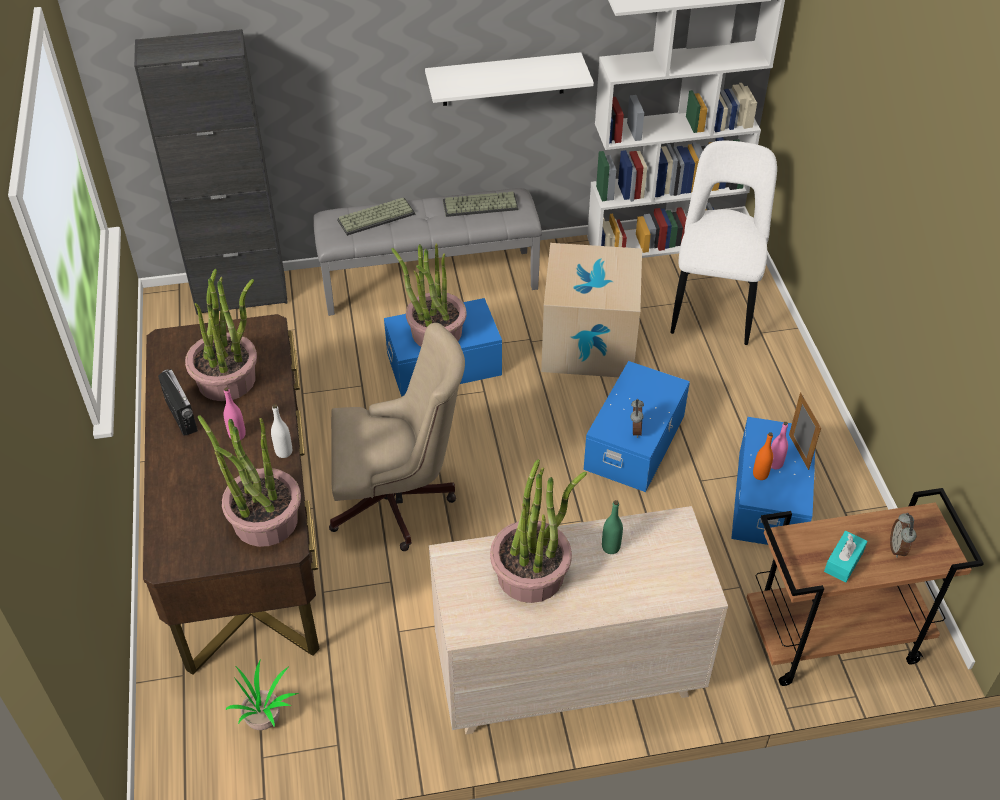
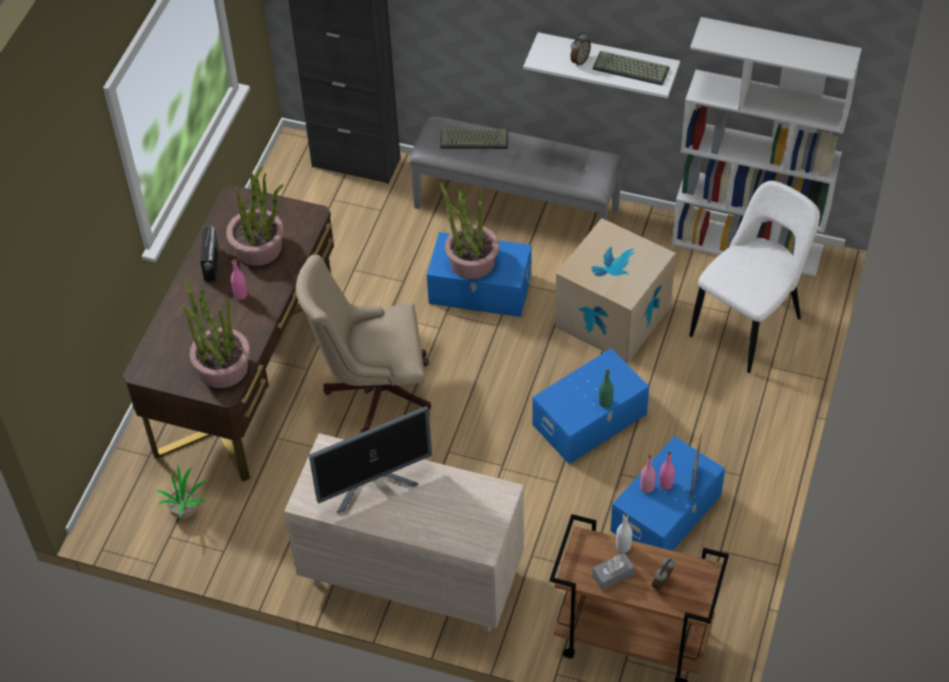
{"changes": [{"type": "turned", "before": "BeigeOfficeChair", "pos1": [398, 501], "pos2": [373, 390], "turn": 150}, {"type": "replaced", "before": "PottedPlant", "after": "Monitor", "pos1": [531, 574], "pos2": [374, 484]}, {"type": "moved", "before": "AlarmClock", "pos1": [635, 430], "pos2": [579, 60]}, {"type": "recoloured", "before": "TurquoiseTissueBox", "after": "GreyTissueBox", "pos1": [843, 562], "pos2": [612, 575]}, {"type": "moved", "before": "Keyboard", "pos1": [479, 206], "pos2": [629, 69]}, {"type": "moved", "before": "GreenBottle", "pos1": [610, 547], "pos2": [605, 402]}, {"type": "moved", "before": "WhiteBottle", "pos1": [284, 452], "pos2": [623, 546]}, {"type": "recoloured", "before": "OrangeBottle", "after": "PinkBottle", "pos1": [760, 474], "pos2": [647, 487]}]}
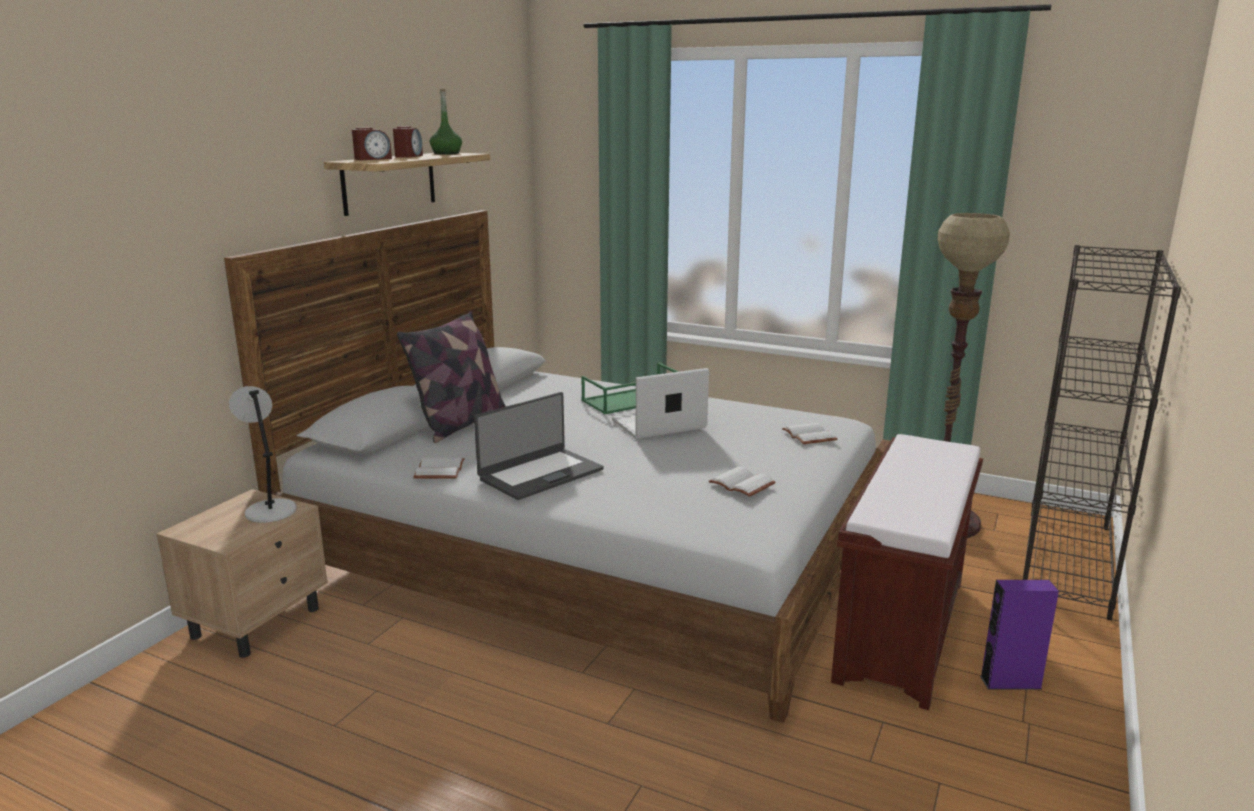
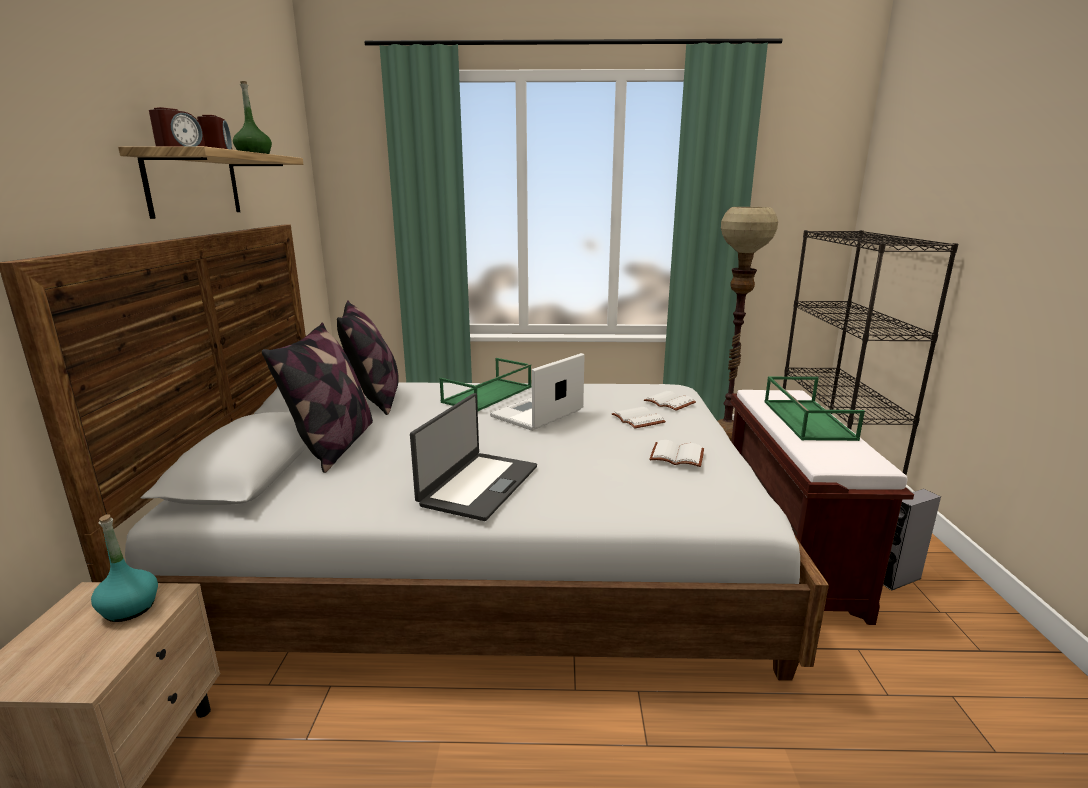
{"changes": [{"type": "replaced", "before": "GreyTableLamp", "after": "TurquoiseBottle", "pos1": [269, 511], "pos2": [130, 608]}, {"type": "added", "after": "Pillow", "pos2": [375, 399]}, {"type": "moved", "before": "WhiteBook", "pos1": [438, 469], "pos2": [636, 419]}, {"type": "added", "after": "GreenTray", "pos2": [806, 419]}, {"type": "recoloured", "before": "PurpleSpeaker", "after": "GreySpeaker", "pos1": [1010, 682], "pos2": [898, 579]}]}
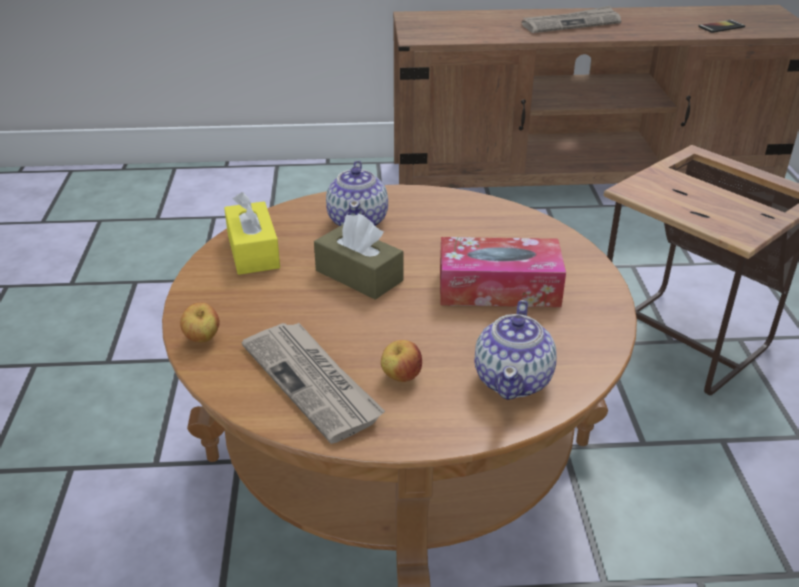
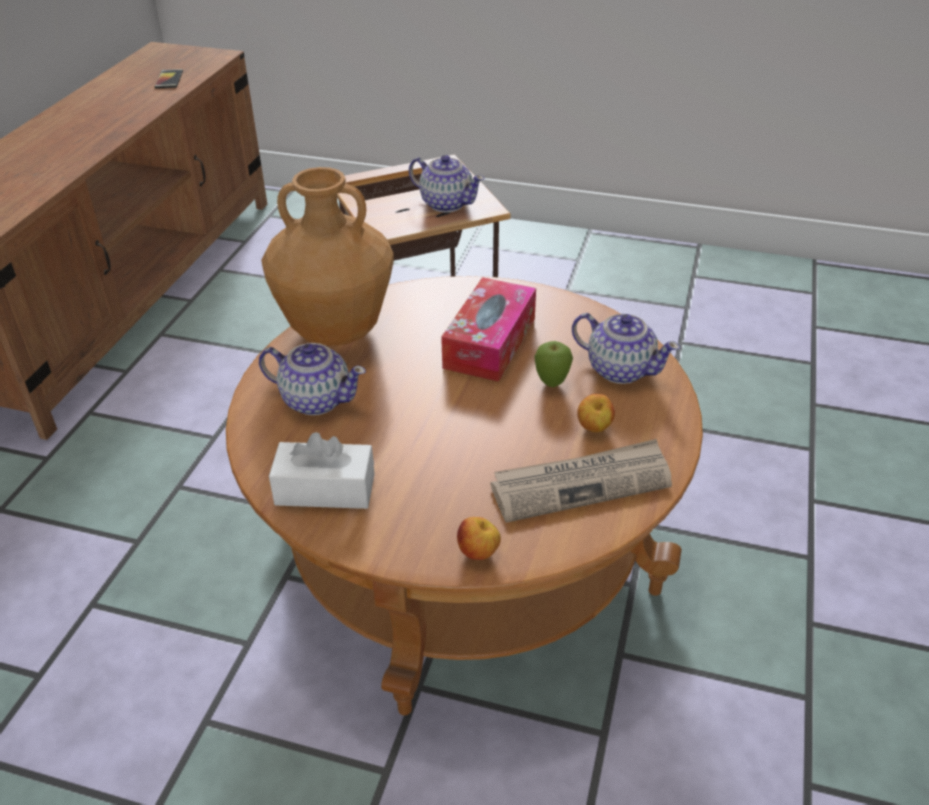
{"changes": [{"type": "added", "after": "BrownVase", "pos2": [335, 332]}, {"type": "recoloured", "before": "YellowTissueBox", "after": "WhiteTissueBox", "pos1": [253, 251], "pos2": [325, 489]}, {"type": "added", "after": "Teapot", "pos2": [446, 203]}, {"type": "added", "after": "Apple", "pos2": [551, 384]}, {"type": "removed", "before": "BrownTissueBox", "pos1": [359, 276]}, {"type": "removed", "before": "Newspaper", "pos1": [571, 23]}]}
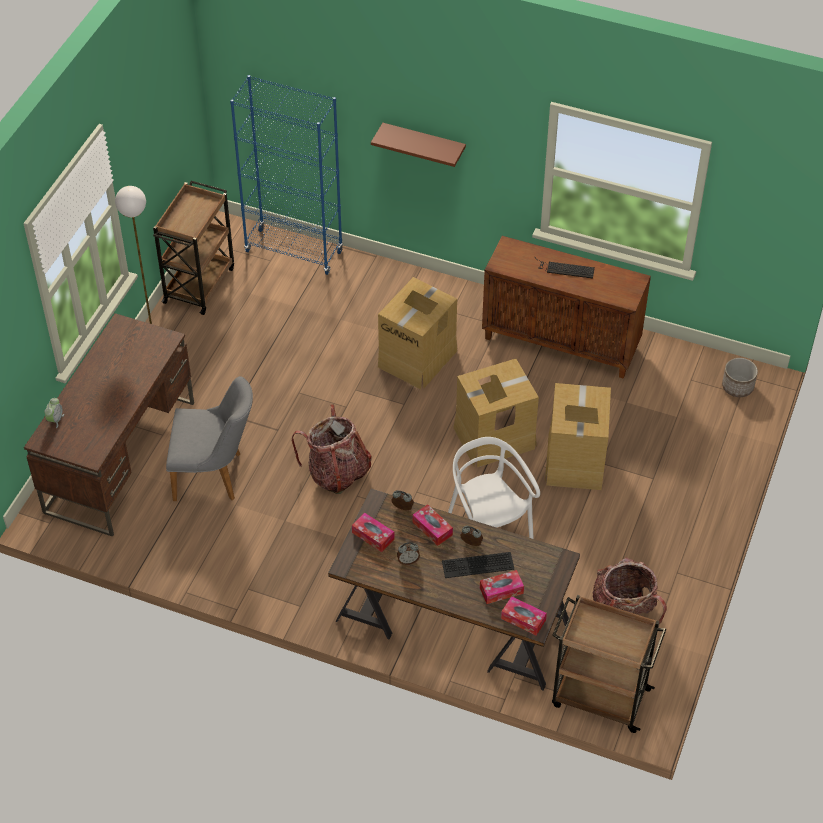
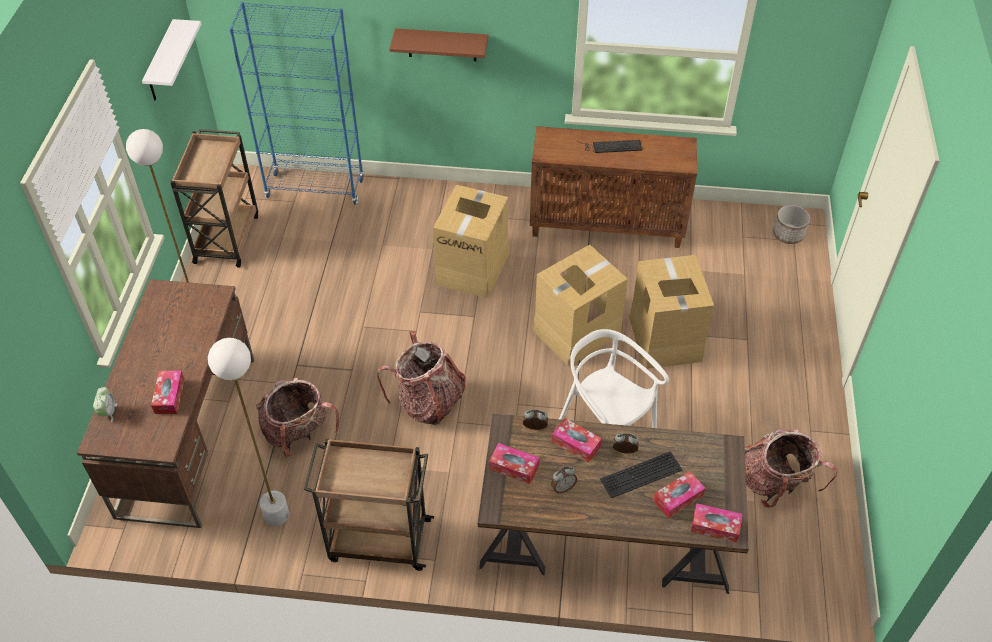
{"changes": [{"type": "added", "after": "WhiteShelf", "pos2": [161, 63]}, {"type": "added", "after": "TissueBox", "pos2": [169, 396]}, {"type": "added", "after": "WhiteFloorLamp", "pos2": [276, 515]}, {"type": "replaced", "before": "GreyChair", "after": "Backpack", "pos1": [215, 475], "pos2": [298, 433]}, {"type": "moved", "before": "BrownCart", "pos1": [599, 697], "pos2": [377, 540]}]}
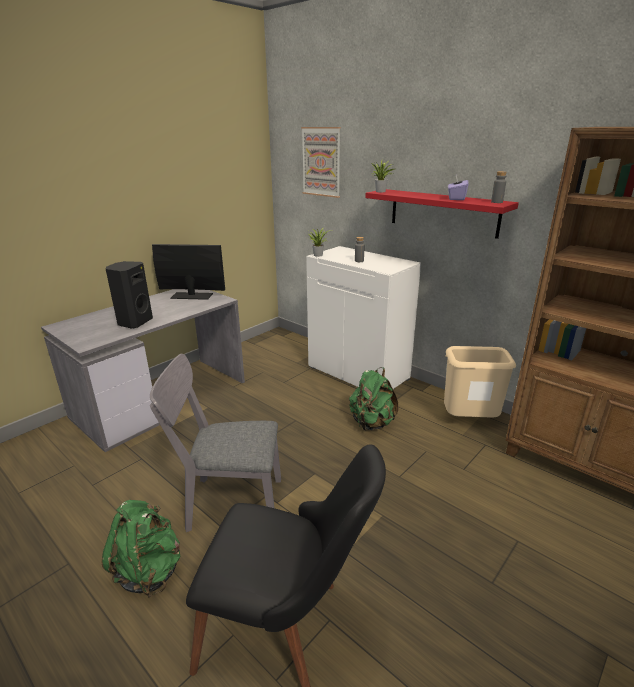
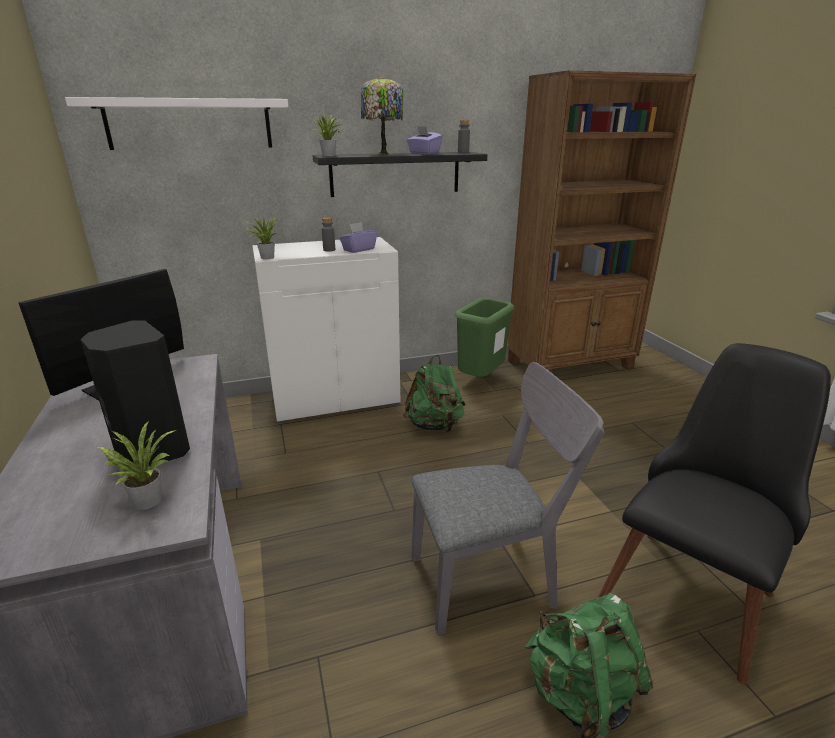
{"changes": [{"type": "replaced", "before": "Picture", "after": "WhiteShelf", "pos1": [321, 162], "pos2": [190, 124]}, {"type": "added", "after": "PottedPlant", "pos2": [147, 499]}, {"type": "recoloured", "before": "RedShelf", "after": "BlackShelf", "pos1": [443, 212], "pos2": [395, 174]}, {"type": "added", "after": "PurpleTissueBox", "pos2": [358, 249]}, {"type": "added", "after": "TableLamp", "pos2": [382, 154]}, {"type": "turned", "before": "GreyChair", "pos1": [227, 503], "pos2": [492, 577], "turn": -135}, {"type": "recoloured", "before": "BeigeTrashCan", "after": "GreenTrashCan", "pos1": [469, 421], "pos2": [480, 379]}]}
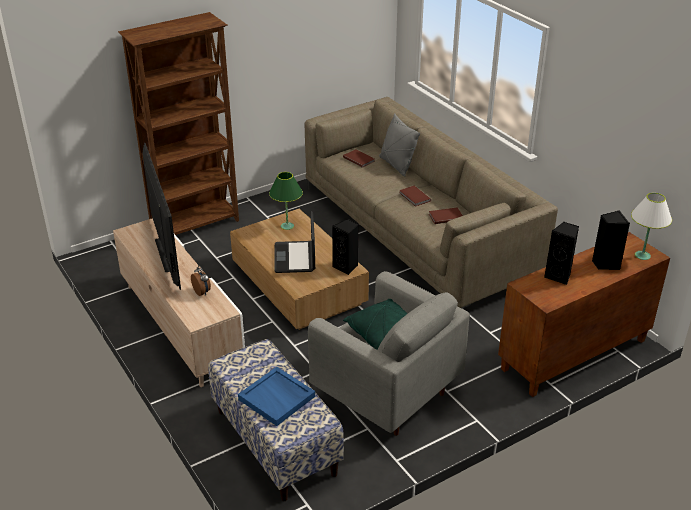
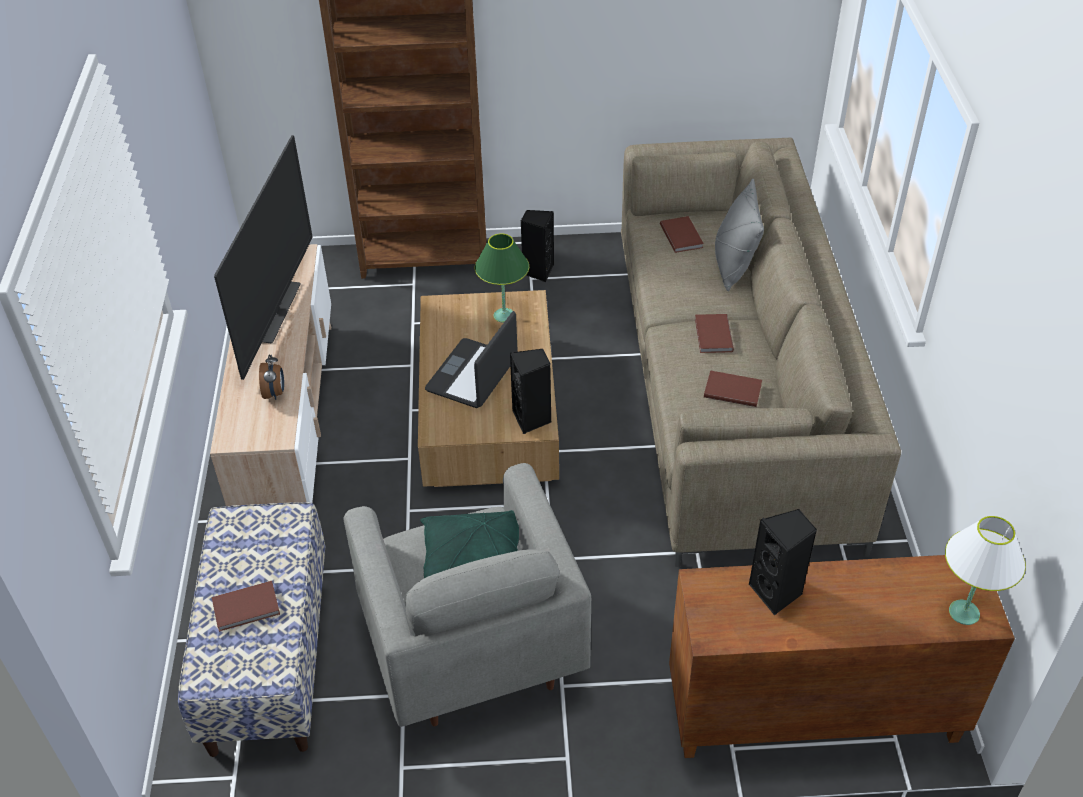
{"changes": [{"type": "replaced", "before": "BlueTray", "after": "BrownBook", "pos1": [277, 398], "pos2": [247, 608]}, {"type": "moved", "before": "BlackSpeaker", "pos1": [605, 264], "pos2": [538, 271]}]}
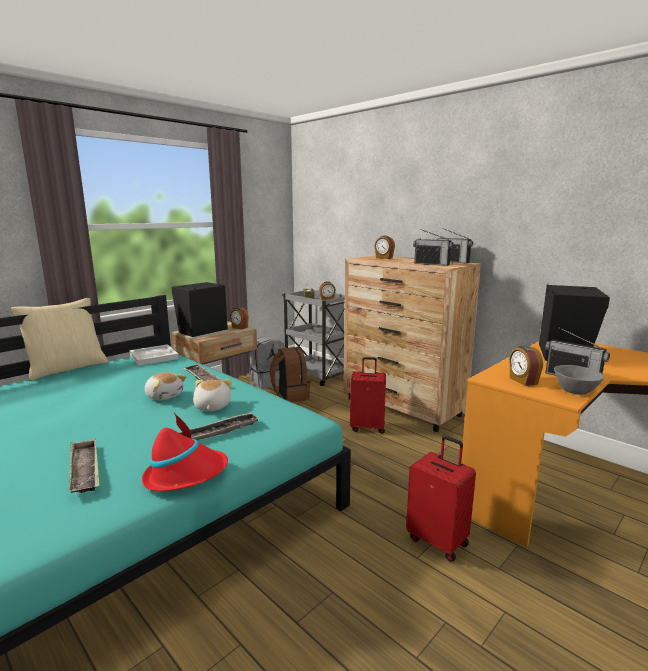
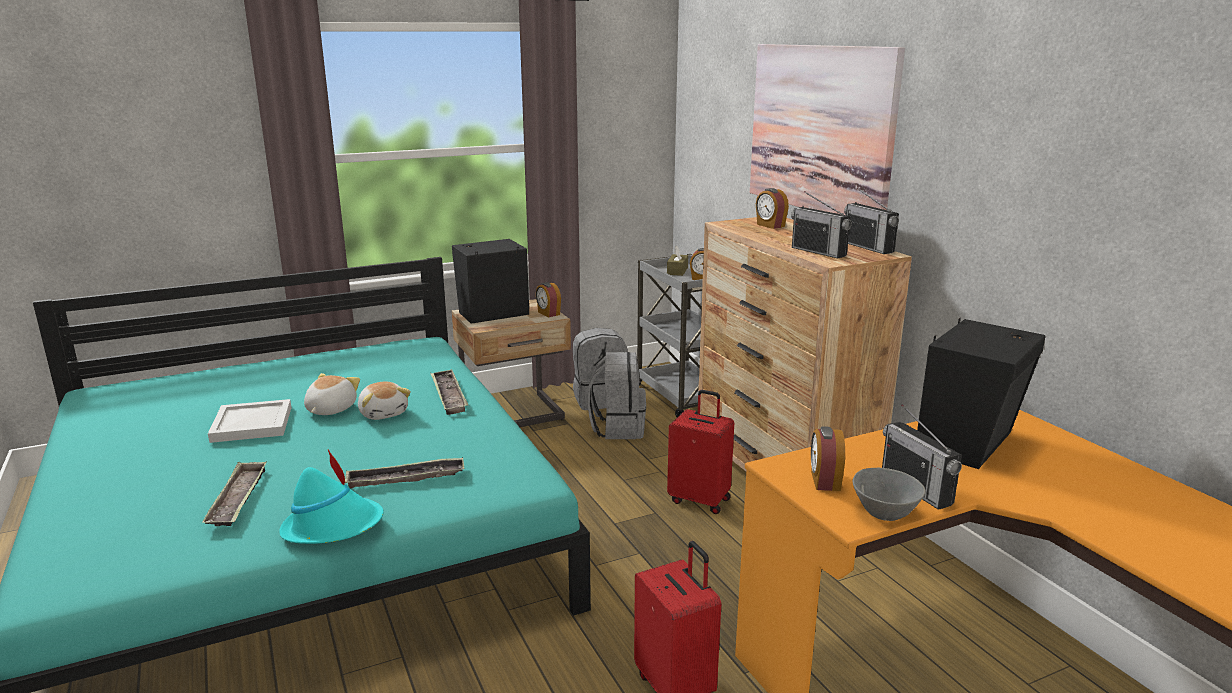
{"changes": [{"type": "moved", "before": "WhiteTray", "pos1": [153, 357], "pos2": [250, 425]}, {"type": "recoloured", "before": "RedHat", "after": "TurquoiseHat", "pos1": [186, 474], "pos2": [334, 527]}, {"type": "moved", "before": "PlushToy", "pos1": [211, 407], "pos2": [330, 409]}, {"type": "recoloured", "before": "BrownBackpack", "after": "GreyBackpack", "pos1": [290, 396], "pos2": [618, 428]}, {"type": "added", "after": "Picture", "pos2": [819, 130]}, {"type": "removed", "before": "BeigePillow", "pos1": [67, 368]}]}
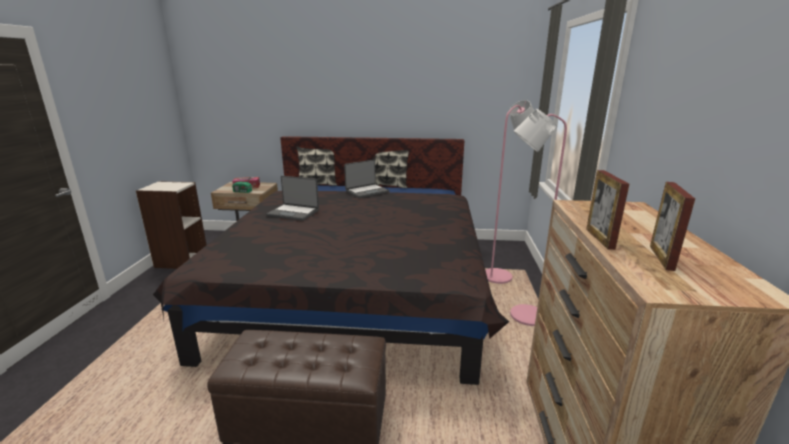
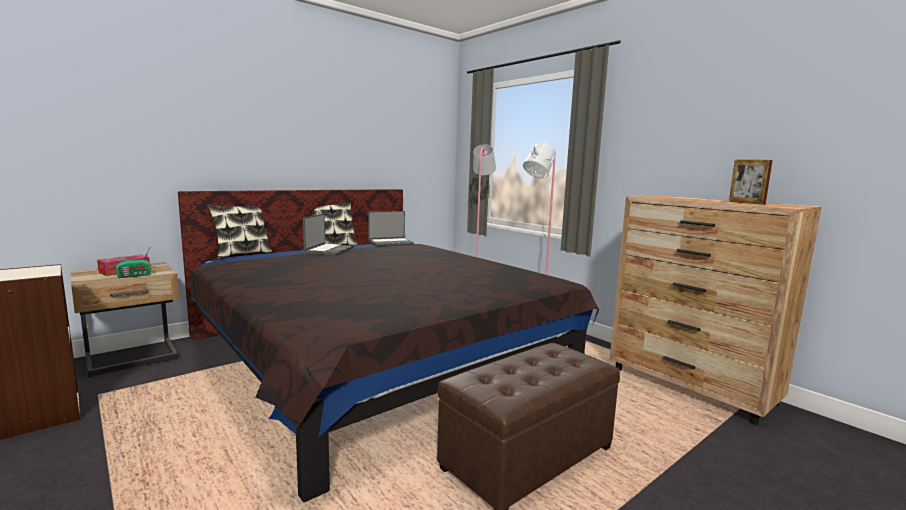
{"changes": [{"type": "moved", "before": "Laptop", "pos1": [293, 213], "pos2": [390, 243]}, {"type": "removed", "before": "PictureFrame", "pos1": [600, 238]}]}
